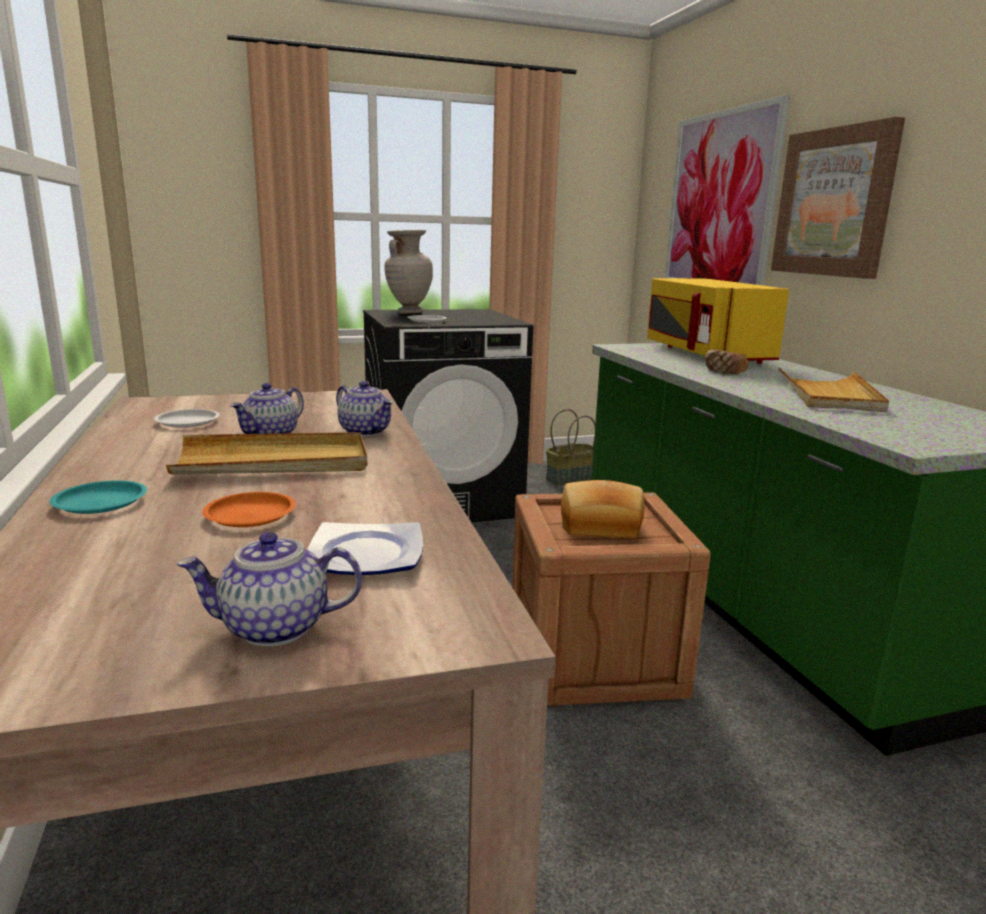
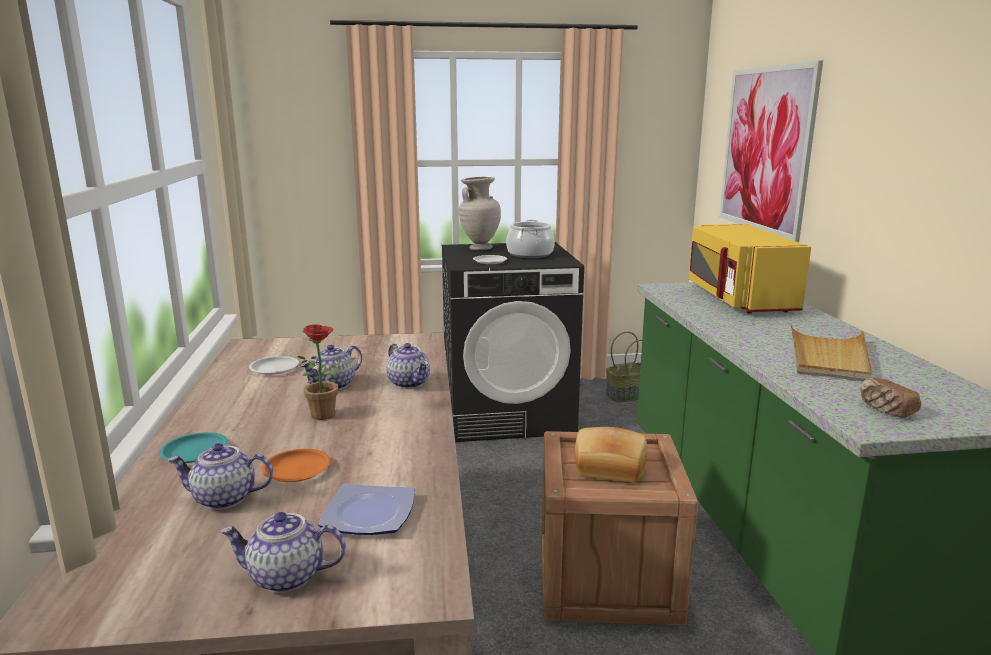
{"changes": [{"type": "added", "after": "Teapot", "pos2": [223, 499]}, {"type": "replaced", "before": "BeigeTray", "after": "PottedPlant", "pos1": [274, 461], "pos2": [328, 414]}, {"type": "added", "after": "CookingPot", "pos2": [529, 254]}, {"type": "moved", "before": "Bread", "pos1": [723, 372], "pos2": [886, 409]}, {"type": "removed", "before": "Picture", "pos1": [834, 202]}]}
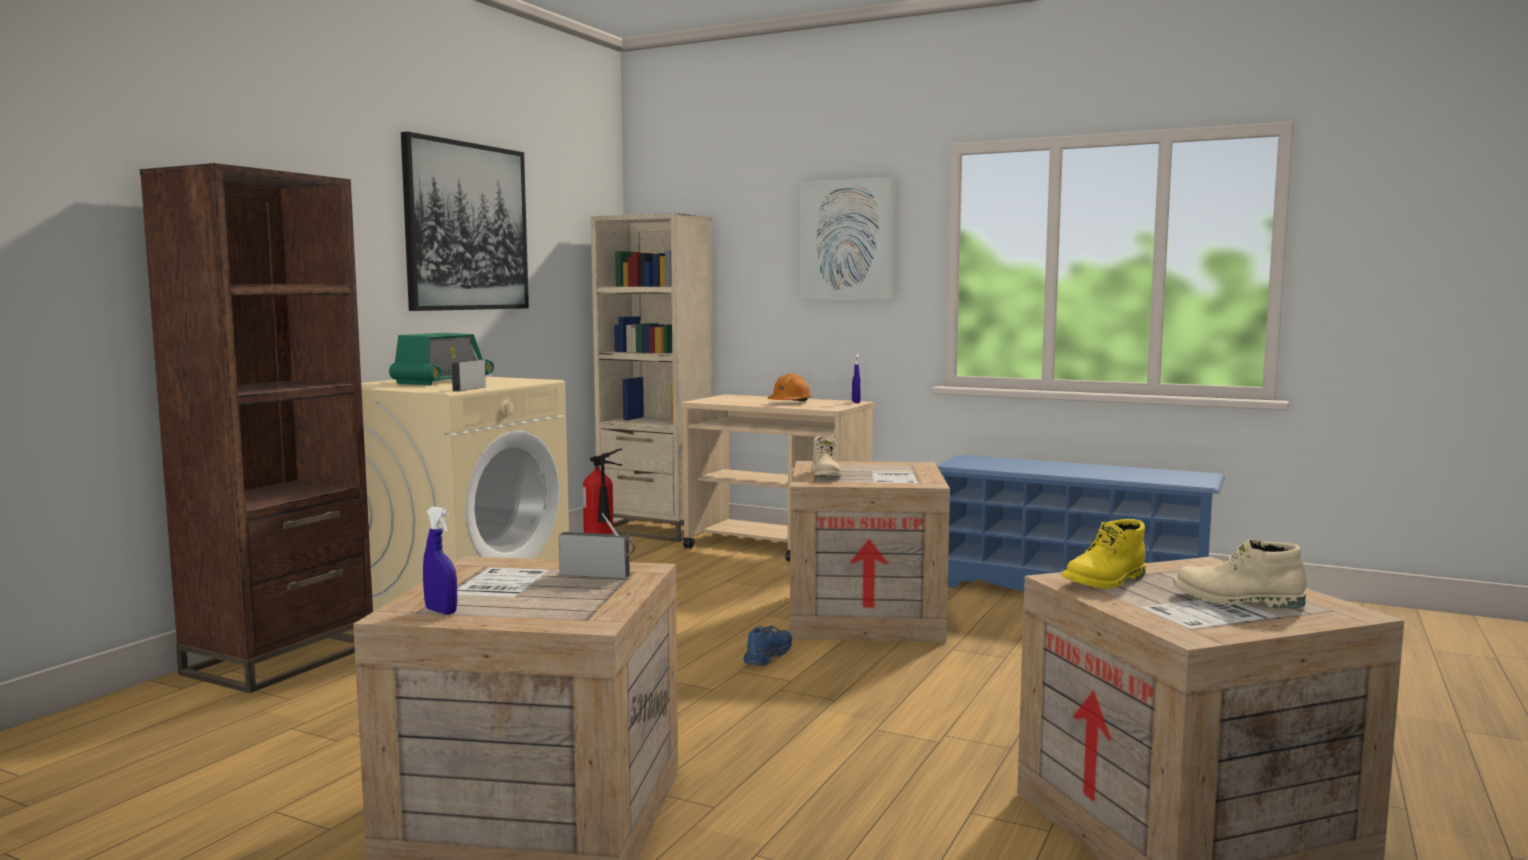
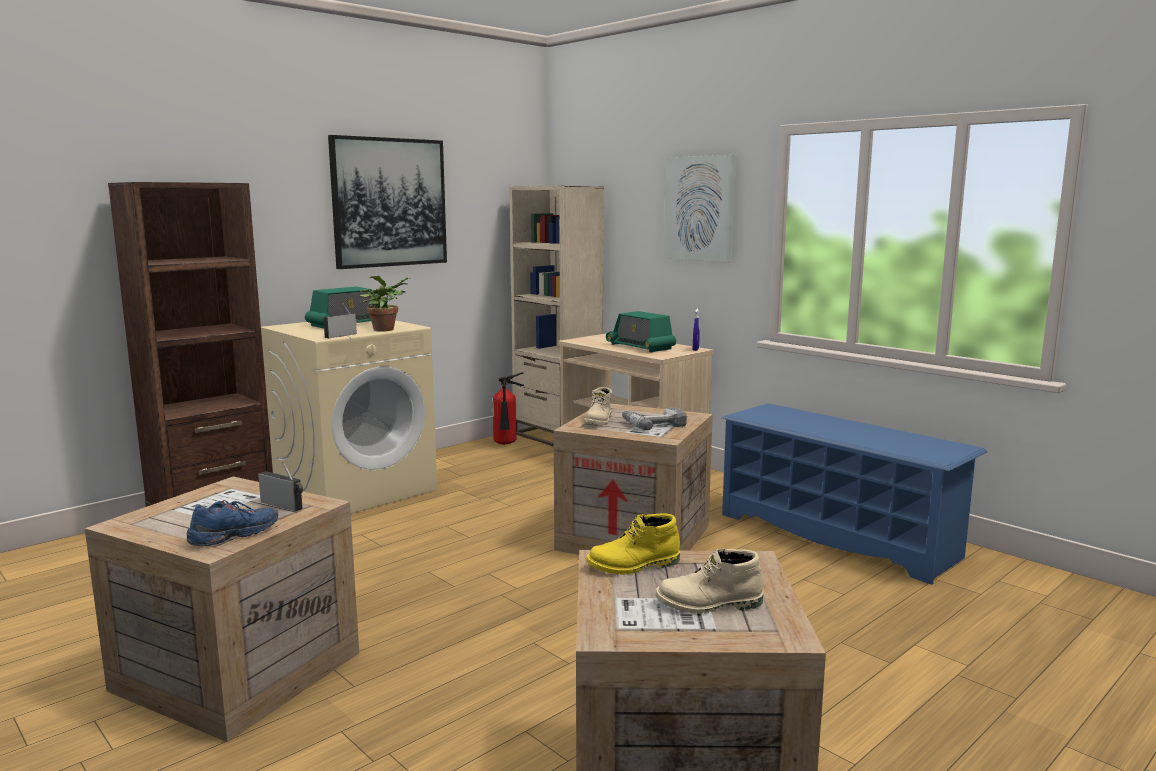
{"changes": [{"type": "moved", "before": "BlueShoe", "pos1": [767, 657], "pos2": [233, 536]}, {"type": "added", "after": "PottedPlant", "pos2": [385, 329]}, {"type": "replaced", "before": "OrangeHardHat", "after": "Radio", "pos1": [789, 402], "pos2": [640, 346]}, {"type": "added", "after": "PowerDrill", "pos2": [652, 424]}, {"type": "turned", "before": "BeigeBoot", "pos1": [1237, 600], "pos2": [709, 604], "turn": -45}, {"type": "removed", "before": "BlueSprayBottle", "pos1": [441, 611]}]}
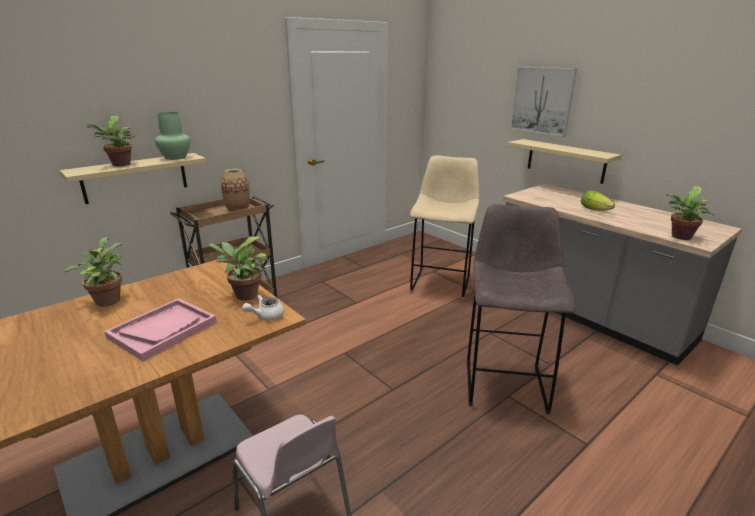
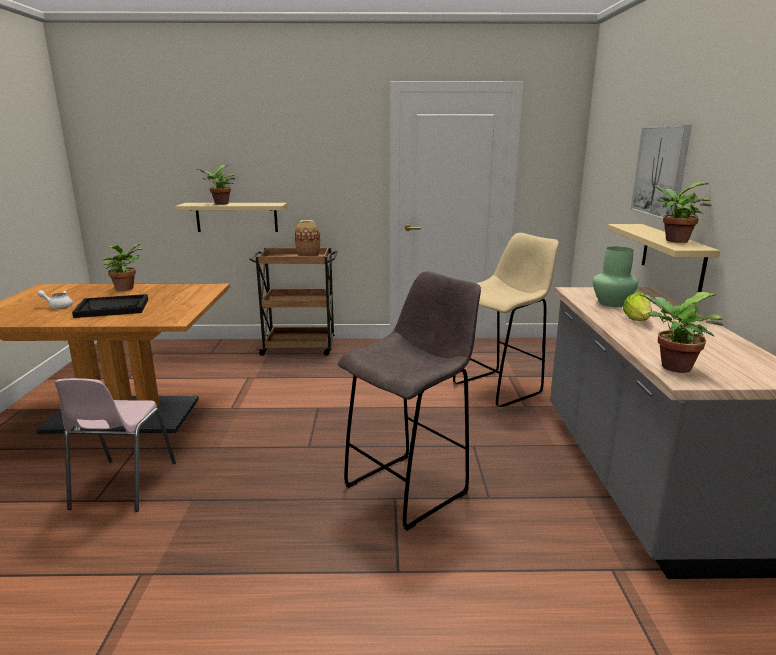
{"changes": [{"type": "moved", "before": "WhiteTeapot", "pos1": [266, 316], "pos2": [58, 306]}, {"type": "recoloured", "before": "PinkTray", "after": "BlackTray", "pos1": [163, 330], "pos2": [113, 308]}, {"type": "moved", "before": "GreenVase", "pos1": [175, 157], "pos2": [611, 303]}, {"type": "moved", "before": "PottedPlant", "pos1": [243, 296], "pos2": [673, 240]}]}
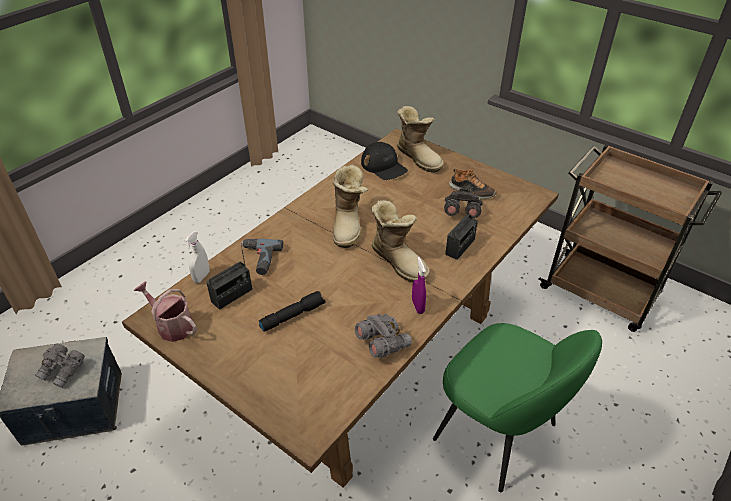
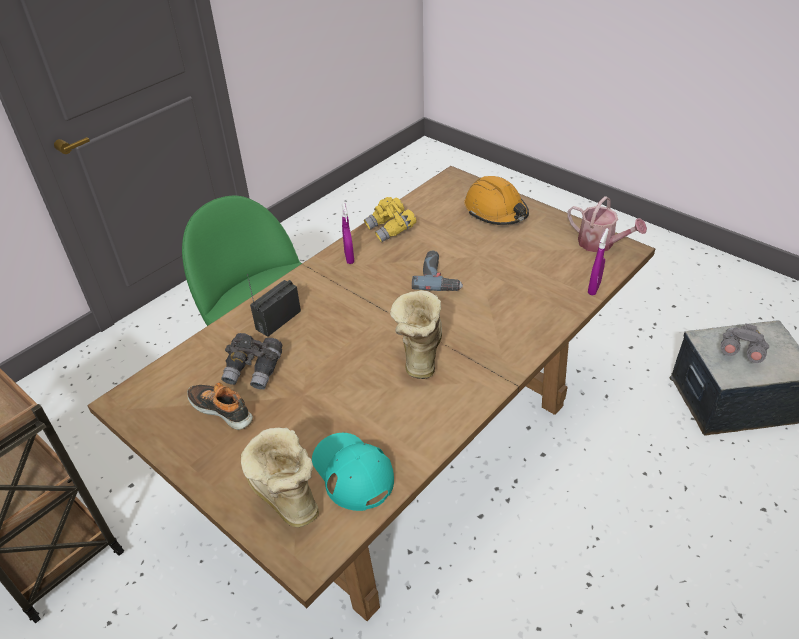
{"changes": [{"type": "recoloured", "before": "BlackCap", "after": "TurquoiseCap", "pos1": [384, 166], "pos2": [352, 472]}, {"type": "recoloured", "before": "GreyBinoculars", "after": "YellowBinoculars", "pos1": [382, 343], "pos2": [390, 229]}, {"type": "moved", "before": "PowerDrill", "pos1": [258, 259], "pos2": [439, 277]}, {"type": "added", "after": "OrangeHardHat", "pos2": [496, 211]}, {"type": "recoloured", "before": "WhiteSprayBottle", "after": "PurpleSprayBottle", "pos1": [201, 277], "pos2": [594, 288]}, {"type": "removed", "before": "Radio", "pos1": [232, 295]}, {"type": "removed", "before": "BlackFlashlight", "pos1": [292, 315]}, {"type": "removed", "before": "Boot", "pos1": [399, 261]}]}
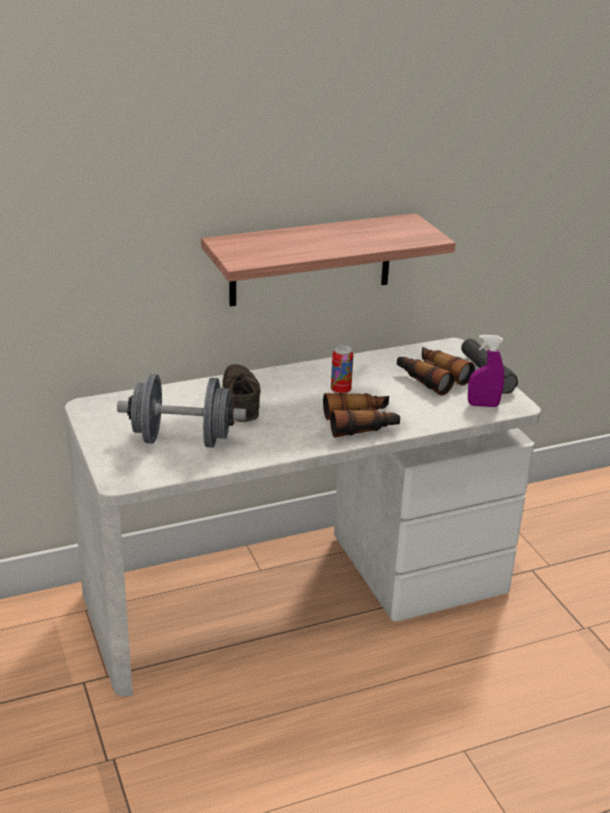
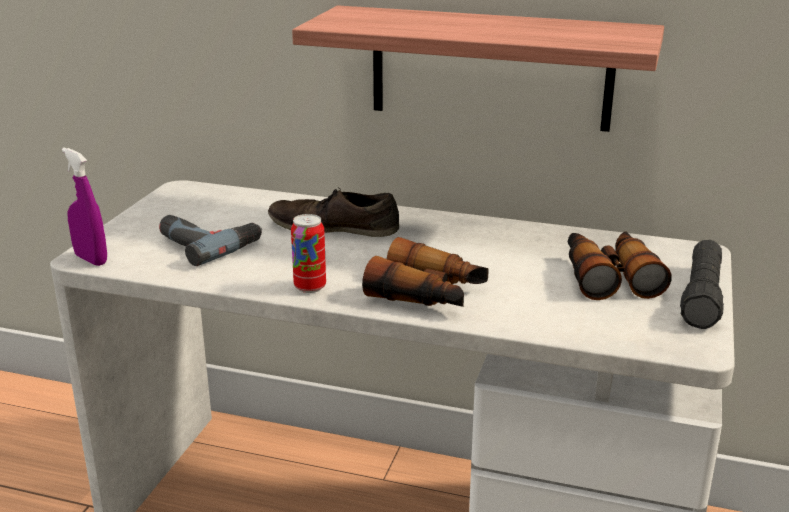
{"changes": [{"type": "moved", "before": "PurpleSprayBottle", "pos1": [483, 405], "pos2": [91, 259]}, {"type": "replaced", "before": "GreyDumbbell", "after": "PowerDrill", "pos1": [182, 439], "pos2": [208, 243]}, {"type": "turned", "before": "BrownShoe", "pos1": [241, 399], "pos2": [334, 227], "turn": -105}, {"type": "moved", "before": "Can", "pos1": [340, 390], "pos2": [310, 287]}]}
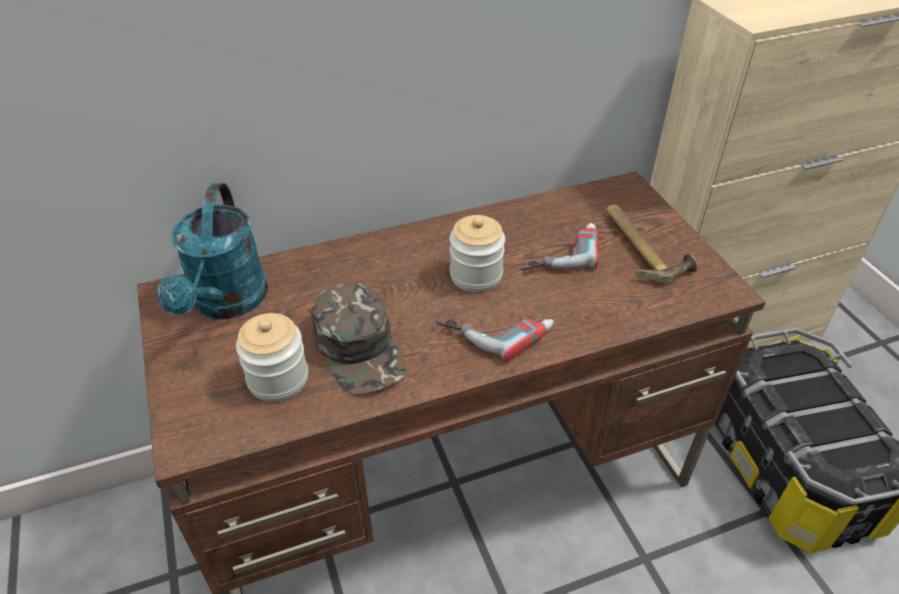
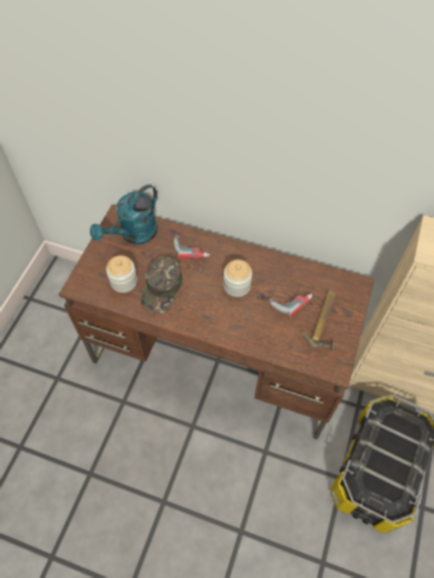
{"changes": [{"type": "moved", "before": "PowerDrill", "pos1": [496, 329], "pos2": [189, 244]}]}
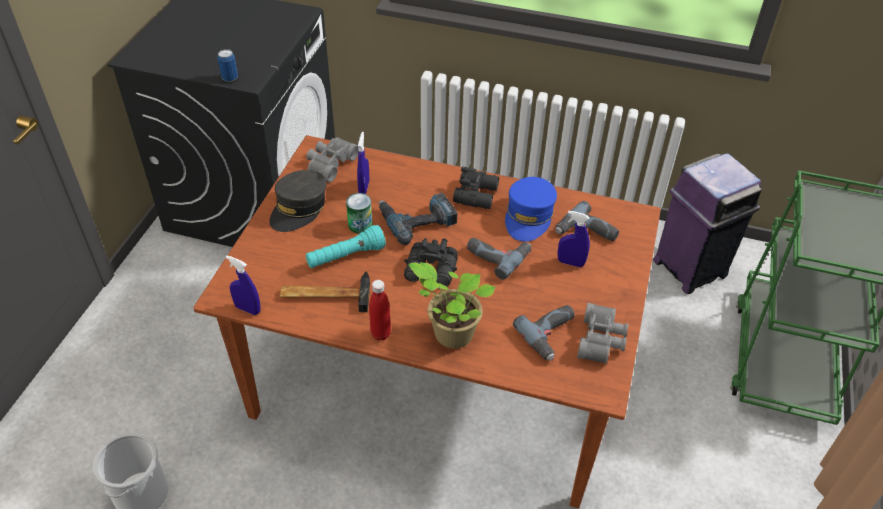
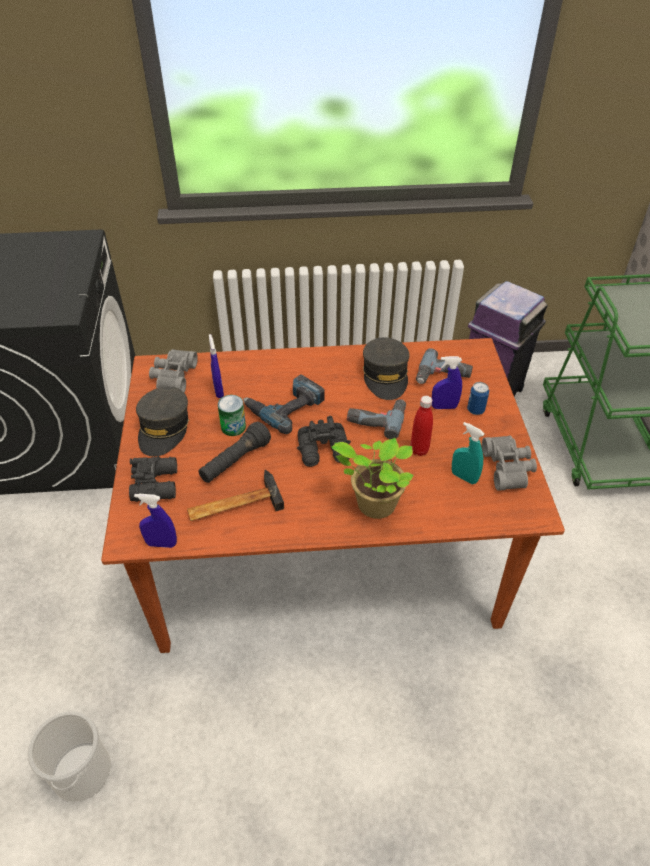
{"changes": [{"type": "moved", "before": "BlackBinoculars", "pos1": [477, 194], "pos2": [156, 483]}, {"type": "recoloured", "before": "TurquoiseFlashlight", "after": "BlackFlashlight", "pos1": [346, 257], "pos2": [235, 461]}, {"type": "recoloured", "before": "BlueCap", "after": "GreyCap", "pos1": [529, 216], "pos2": [385, 376]}, {"type": "moved", "before": "RedBottle", "pos1": [380, 334], "pos2": [419, 450]}, {"type": "replaced", "before": "PowerDrill", "after": "TurquoiseSprayBottle", "pos1": [552, 335], "pos2": [464, 477]}, {"type": "moved", "before": "Can", "pos1": [230, 78], "pos2": [475, 410]}]}
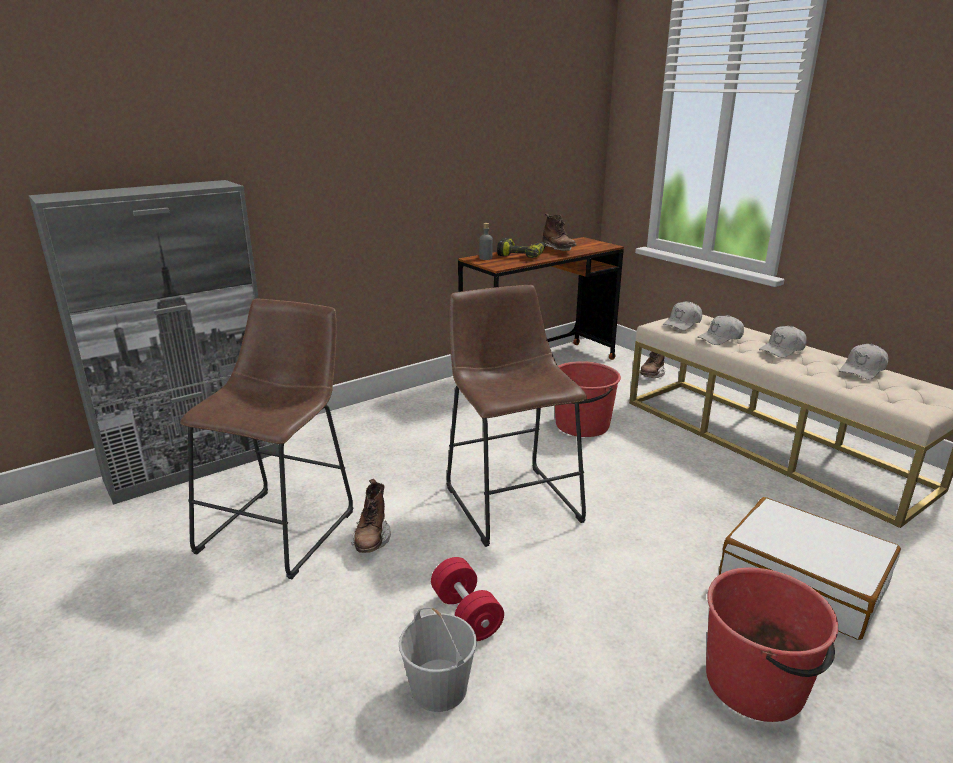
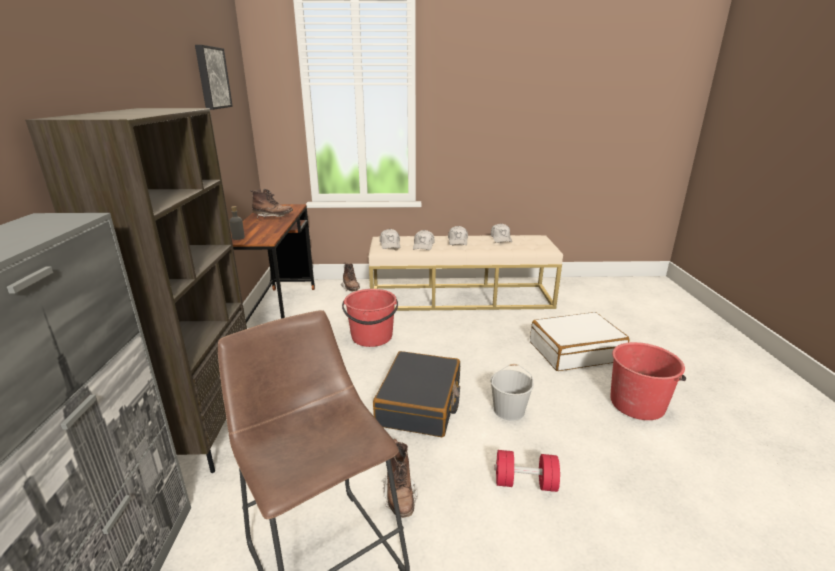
{"changes": [{"type": "added", "after": "BrownBookcase", "pos2": [206, 431]}, {"type": "added", "after": "Picture", "pos2": [211, 78]}, {"type": "replaced", "before": "BrownStool", "after": "BlackSuitcase", "pos1": [510, 499], "pos2": [420, 404]}, {"type": "turned", "before": "BrownBoot", "pos1": [371, 539], "pos2": [400, 496], "turn": 45}, {"type": "moved", "before": "WhiteBucket", "pos1": [440, 688], "pos2": [509, 410]}, {"type": "removed", "before": "PowerDrill", "pos1": [522, 255]}]}
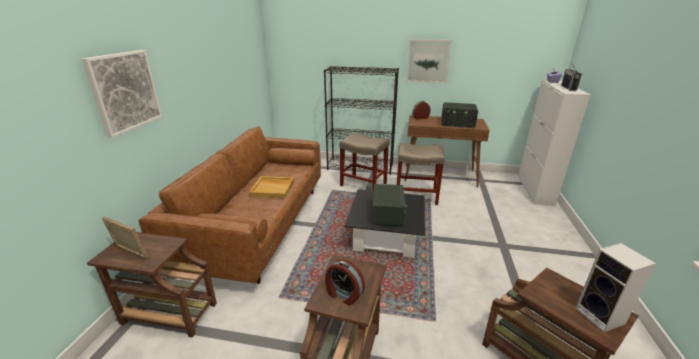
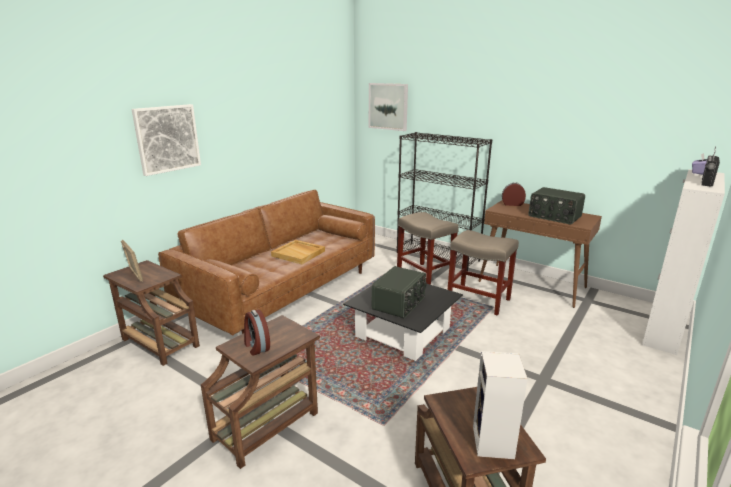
{"changes": [{"type": "moved", "before": "Picture", "pos1": [428, 61], "pos2": [388, 106]}]}
